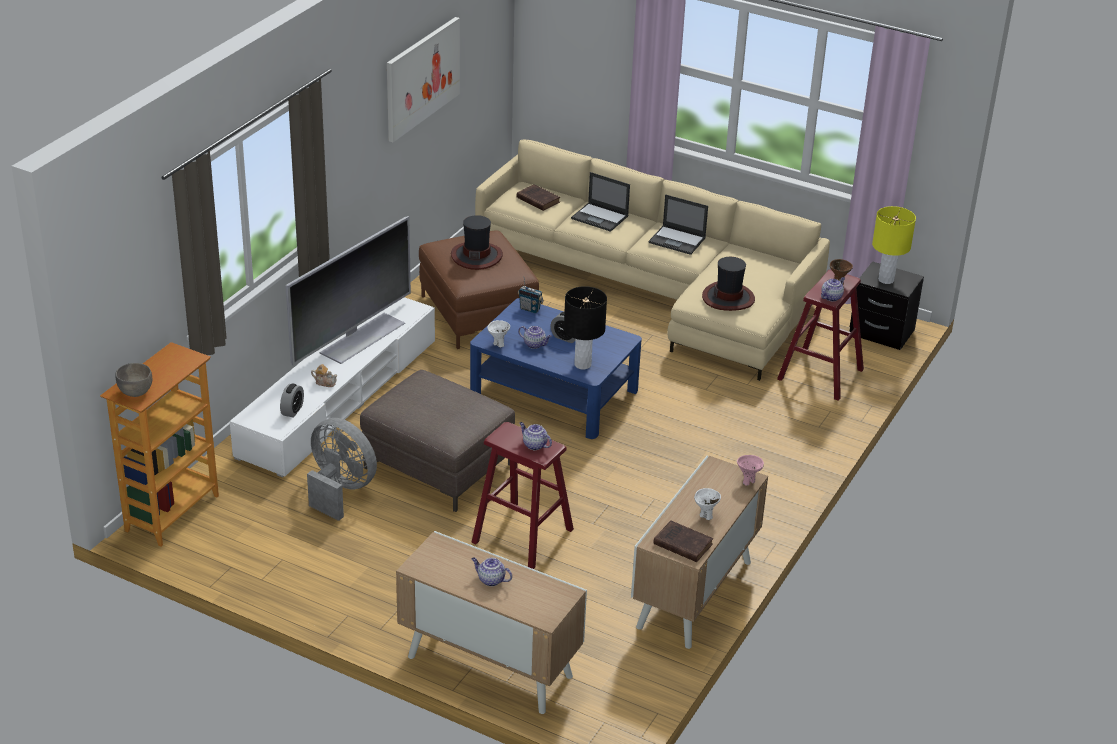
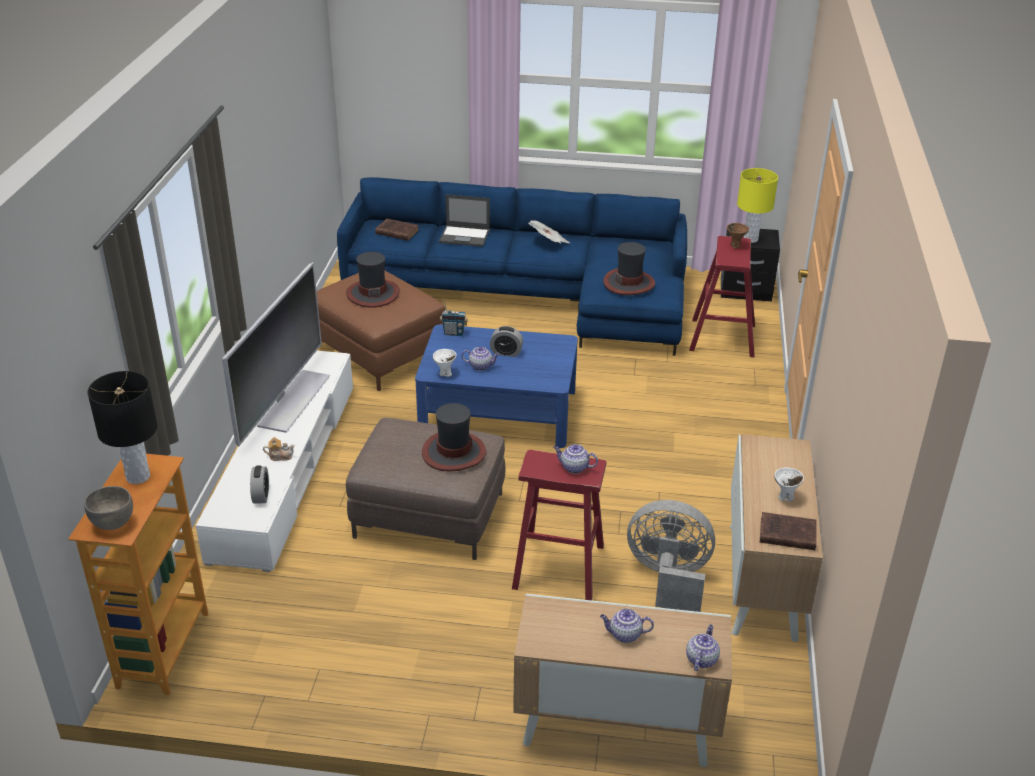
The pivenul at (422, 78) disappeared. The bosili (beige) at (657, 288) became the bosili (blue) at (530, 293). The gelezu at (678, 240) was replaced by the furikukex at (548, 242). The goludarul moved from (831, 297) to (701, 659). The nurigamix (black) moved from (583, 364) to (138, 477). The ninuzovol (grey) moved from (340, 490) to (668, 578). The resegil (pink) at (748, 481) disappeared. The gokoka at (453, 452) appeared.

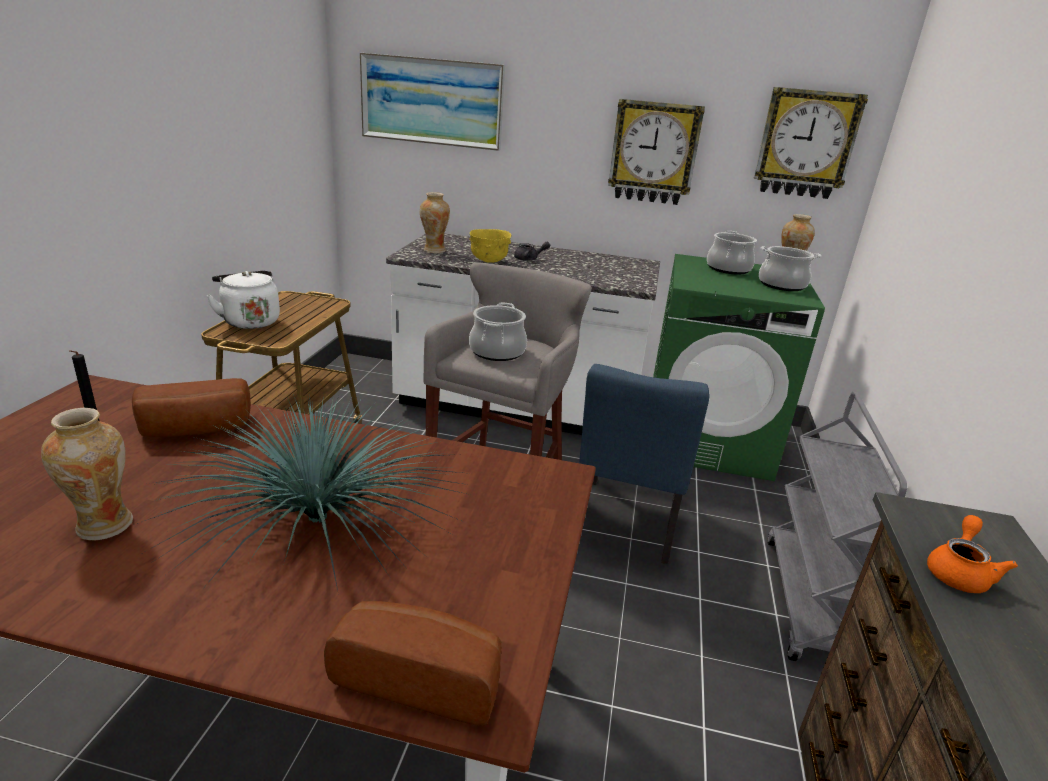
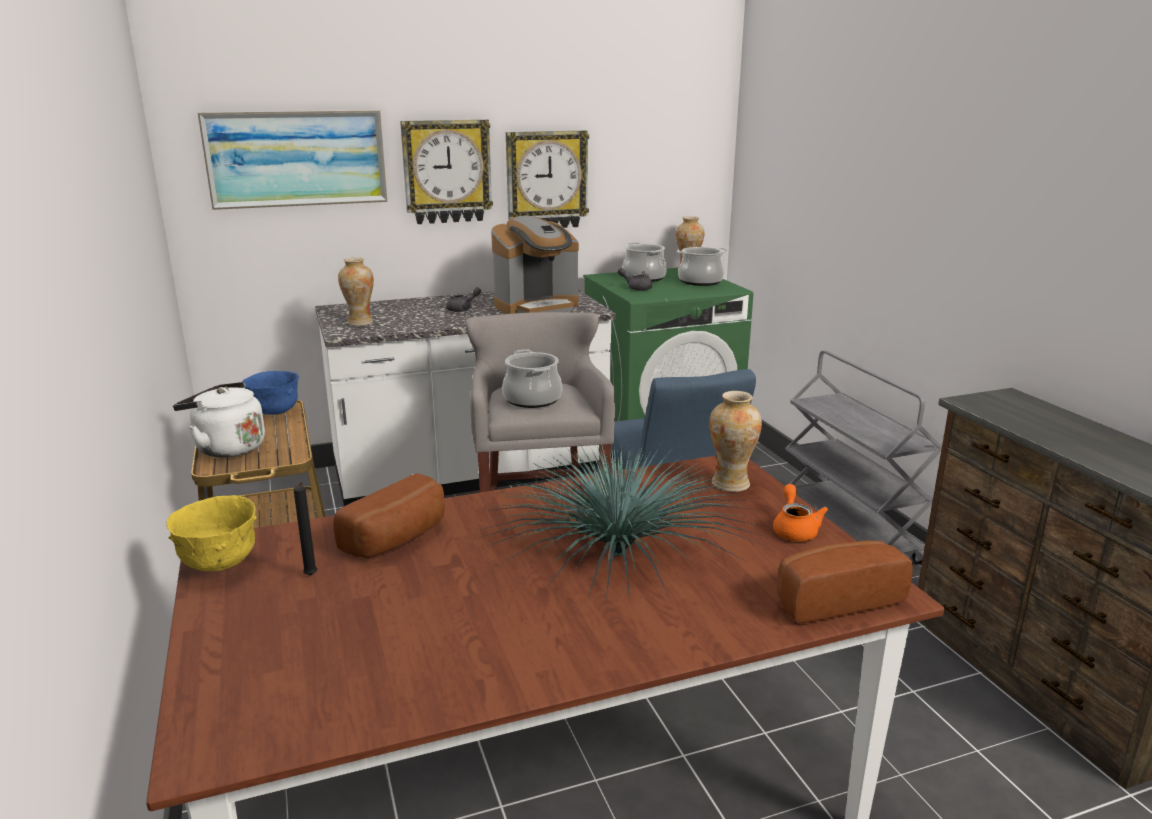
The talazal moved from (806, 144) to (447, 171). The resegil (yellow) moved from (489, 261) to (220, 564). The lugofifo moved from (104, 525) to (730, 484). The goludarul (orange) moved from (959, 572) to (795, 529). The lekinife at (537, 307) appeared. The goludarul (grey) at (636, 288) appeared. The resegil (blue) at (275, 412) appeared.

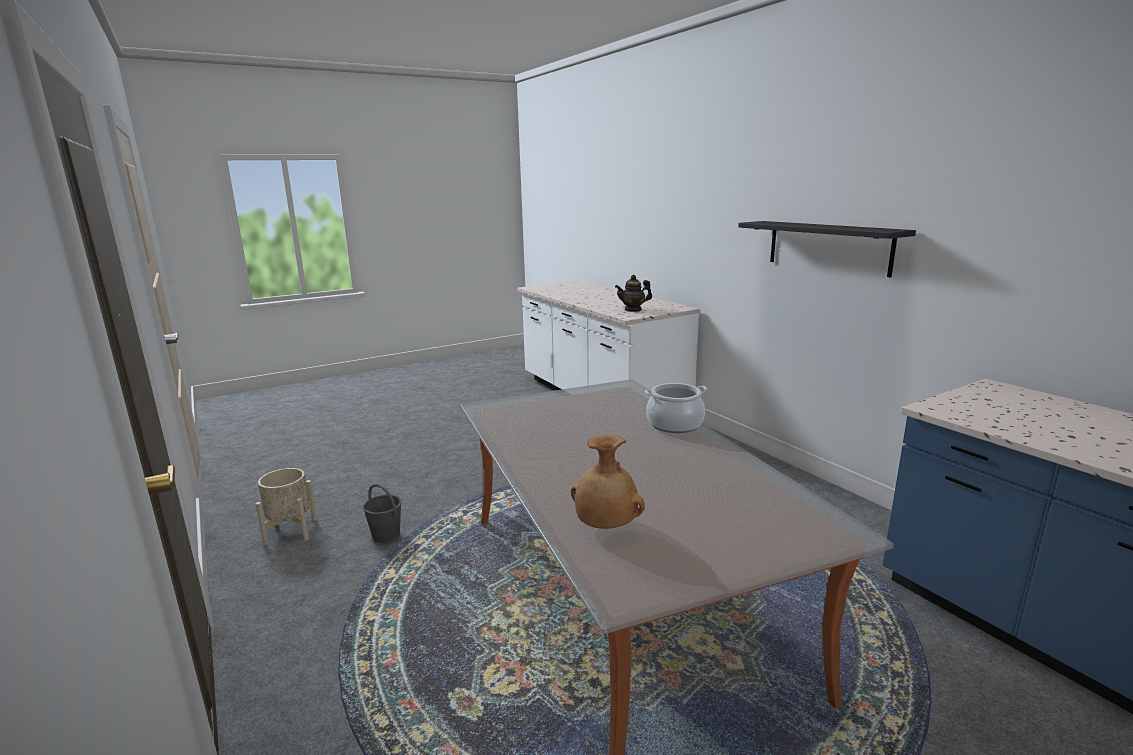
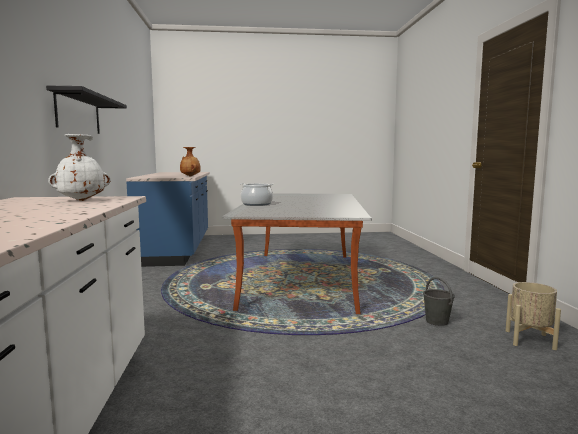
The goludarul at (633, 310) was replaced by the lugofifo (white) at (81, 200). The lugofifo (brown) moved from (605, 525) to (190, 176).

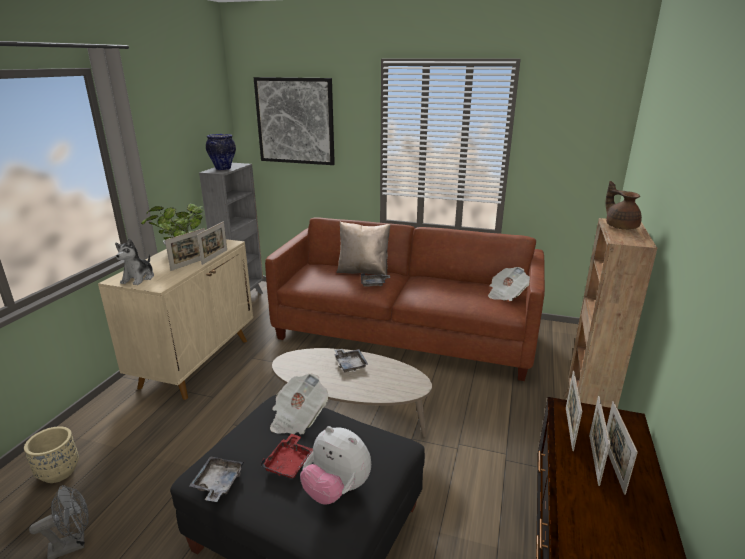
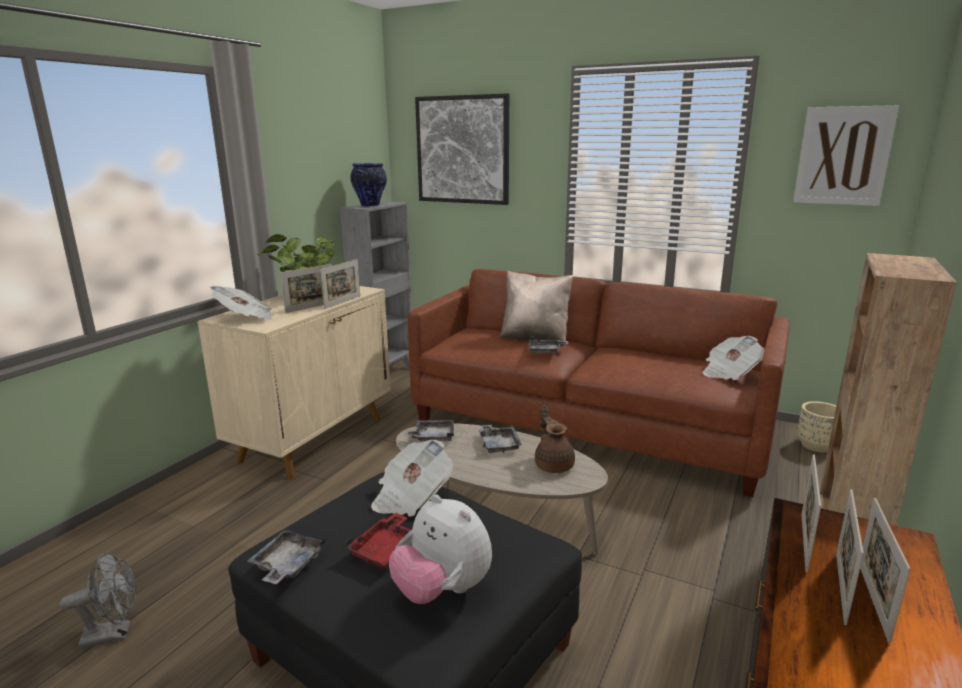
The goludarul (brown) moved from (620, 226) to (553, 465). The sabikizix at (139, 278) was replaced by the furikukex at (245, 318). The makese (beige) moved from (59, 472) to (816, 446). The pivenul at (843, 156) appeared. The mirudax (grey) at (432, 437) appeared.

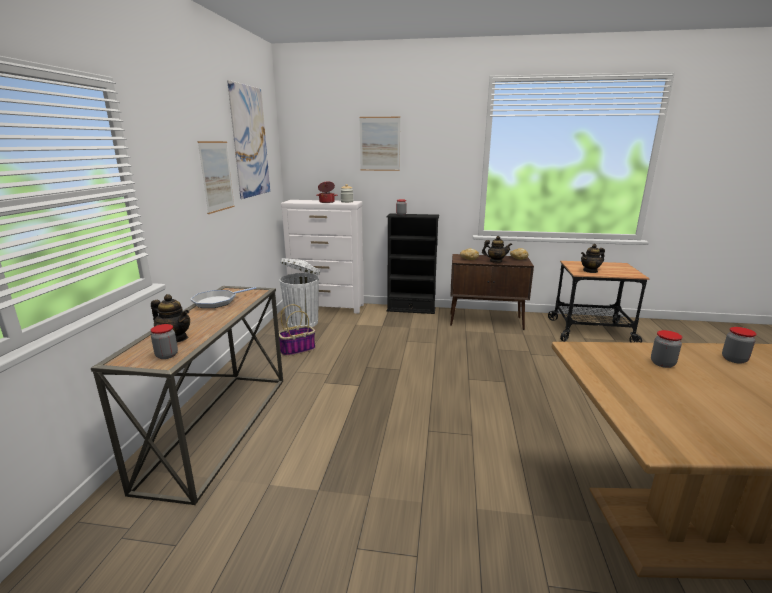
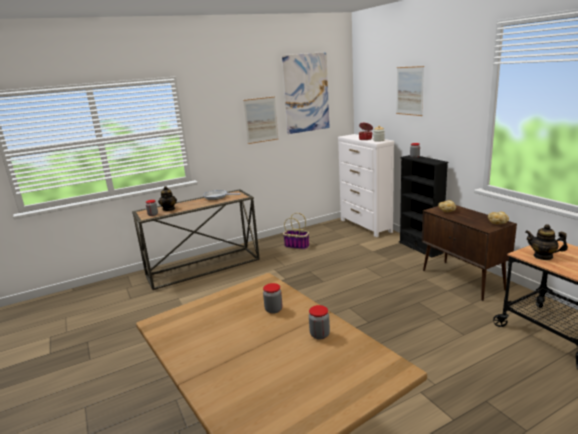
The goludarul at (495, 261) disappeared. The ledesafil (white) at (303, 322) disappeared.

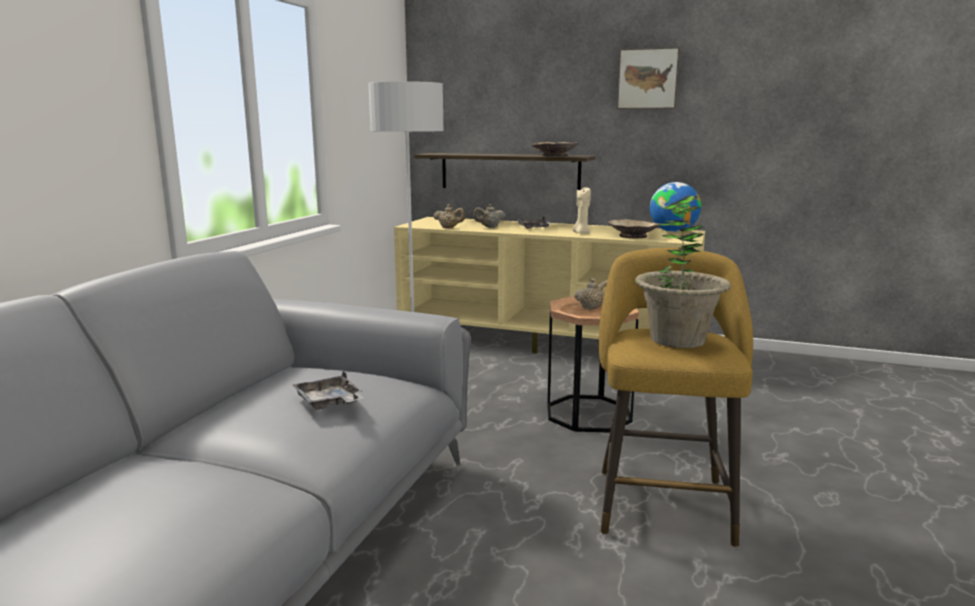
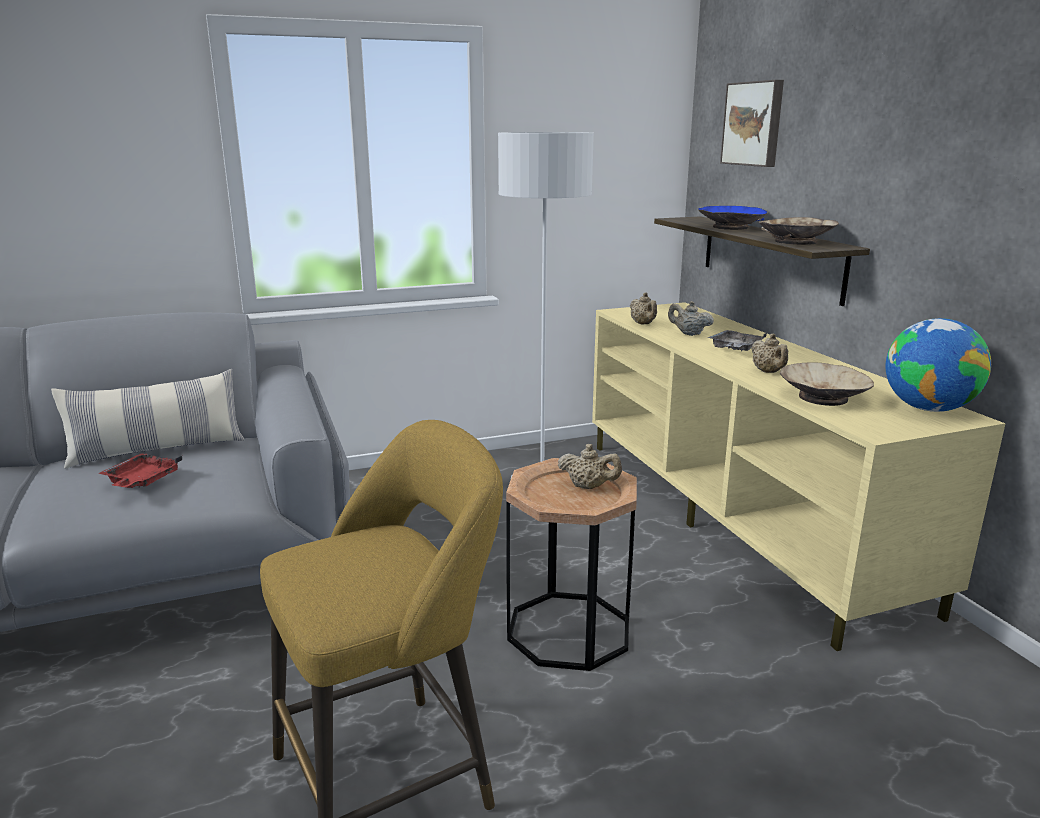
The pivenul moved from (648, 79) to (754, 124). The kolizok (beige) at (581, 233) was replaced by the goludarul (beige) at (768, 372). The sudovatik at (677, 339) disappeared. The mirudax (grey) at (329, 402) became the mirudax (red) at (141, 481). The resegil (blue) at (730, 227) appeared. The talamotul at (157, 450) appeared.

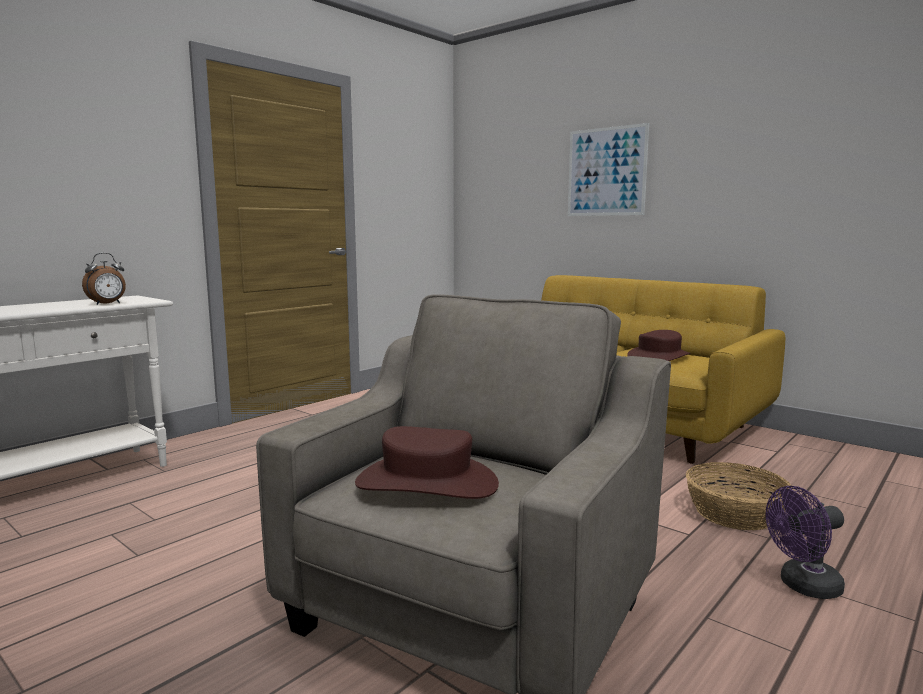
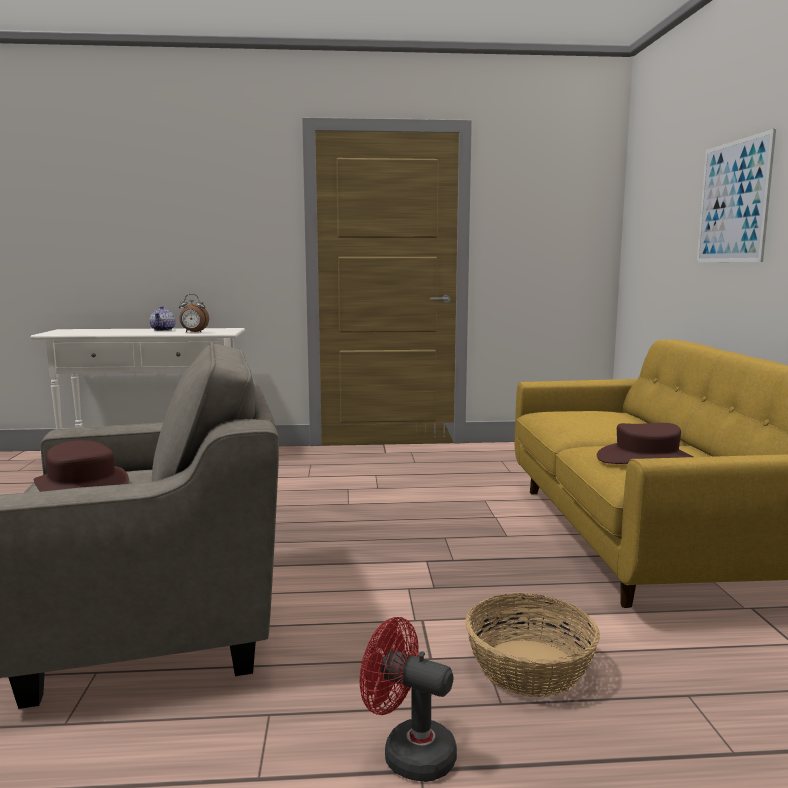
The ninuzovol (purple) at (803, 586) became the ninuzovol (red) at (408, 753). The goludarul at (163, 330) appeared.

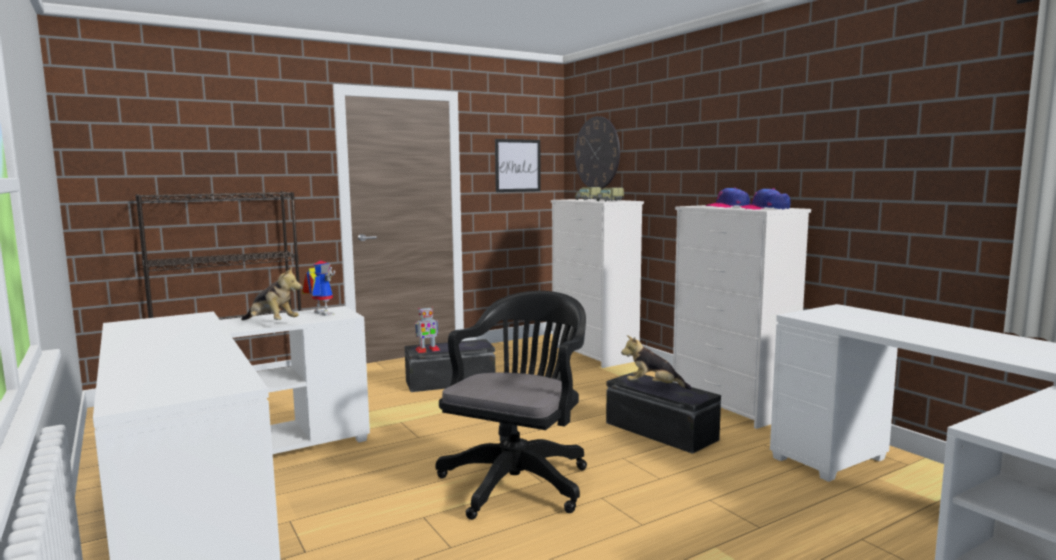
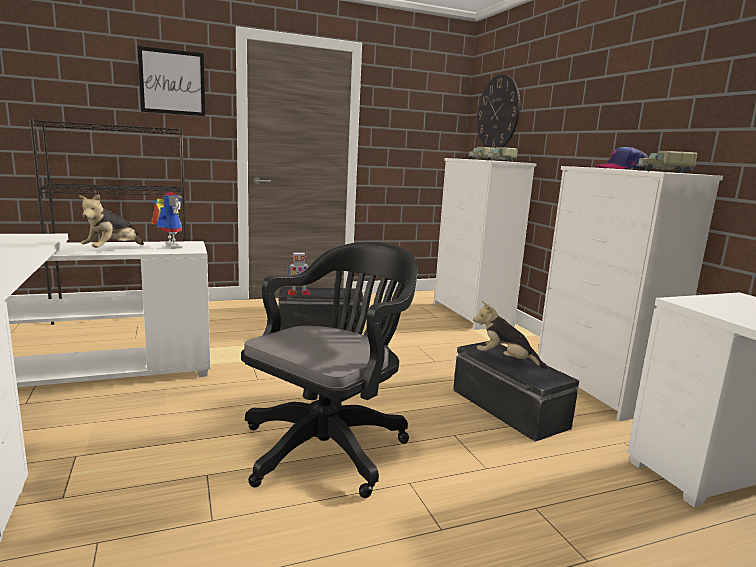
The pivenul moved from (517, 165) to (172, 82). The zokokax at (765, 209) was replaced by the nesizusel at (664, 172). The sabikizix at (271, 323) turned 75 degrees clockwise.

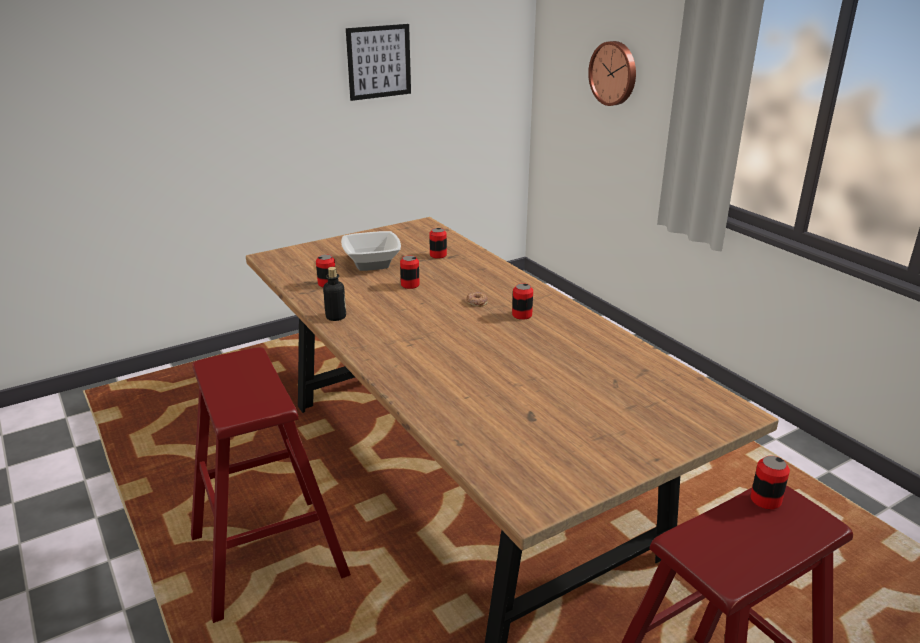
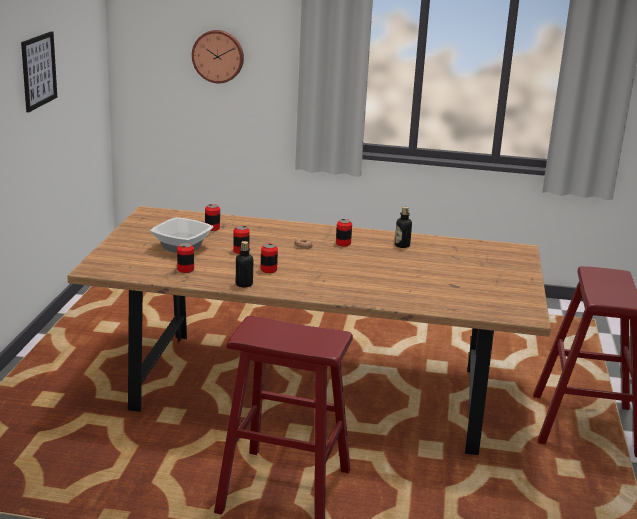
The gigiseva moved from (765, 500) to (268, 270). The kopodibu at (402, 245) appeared.

